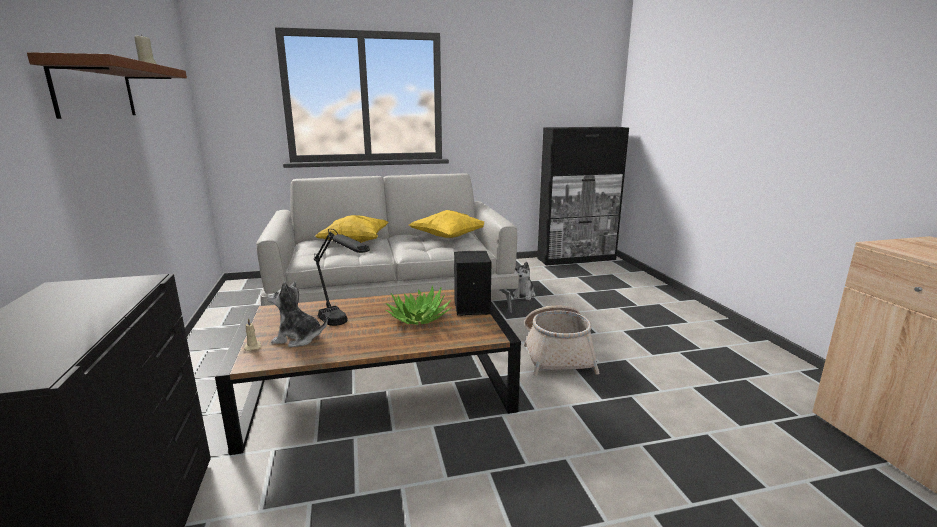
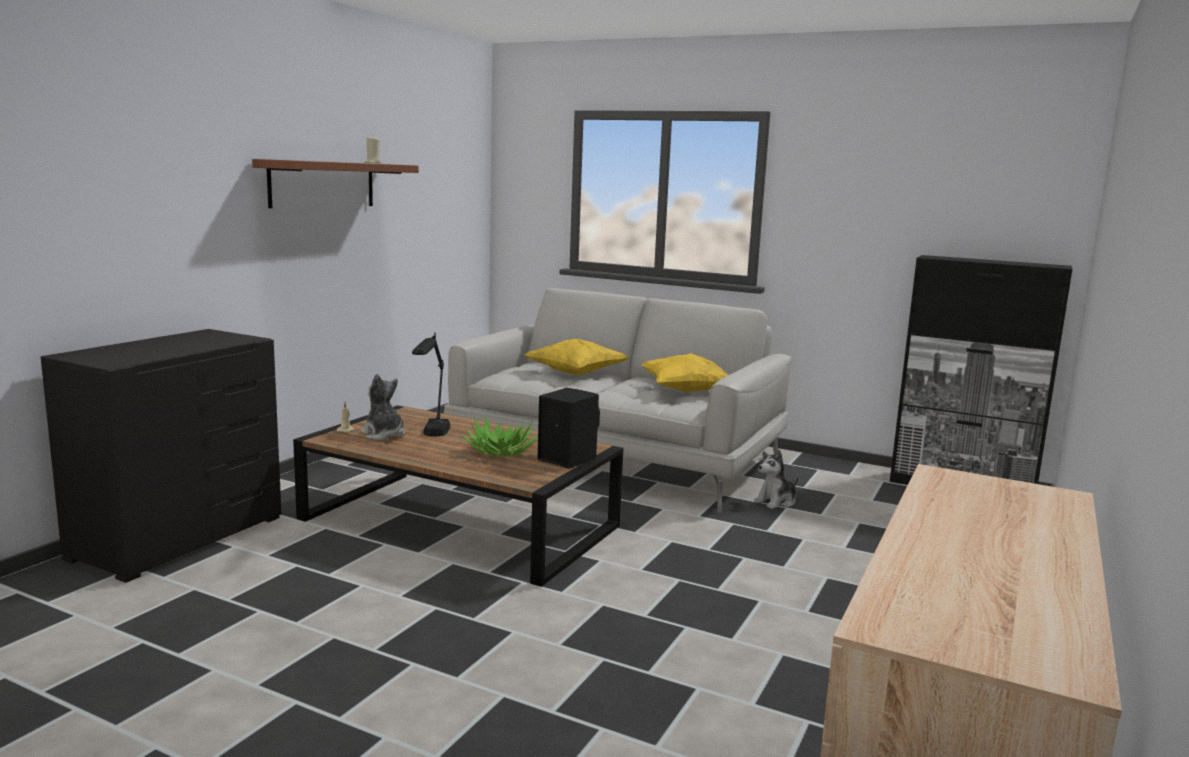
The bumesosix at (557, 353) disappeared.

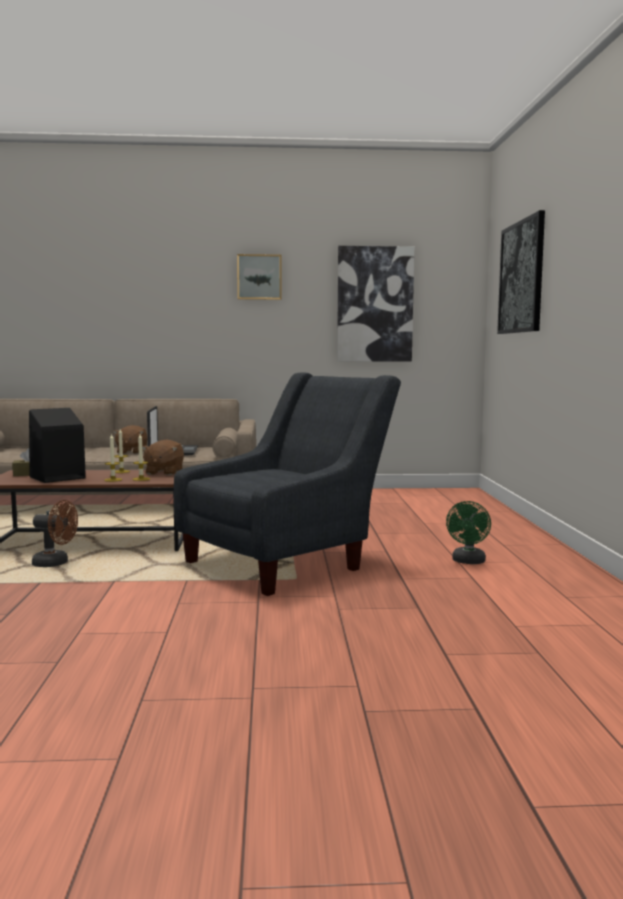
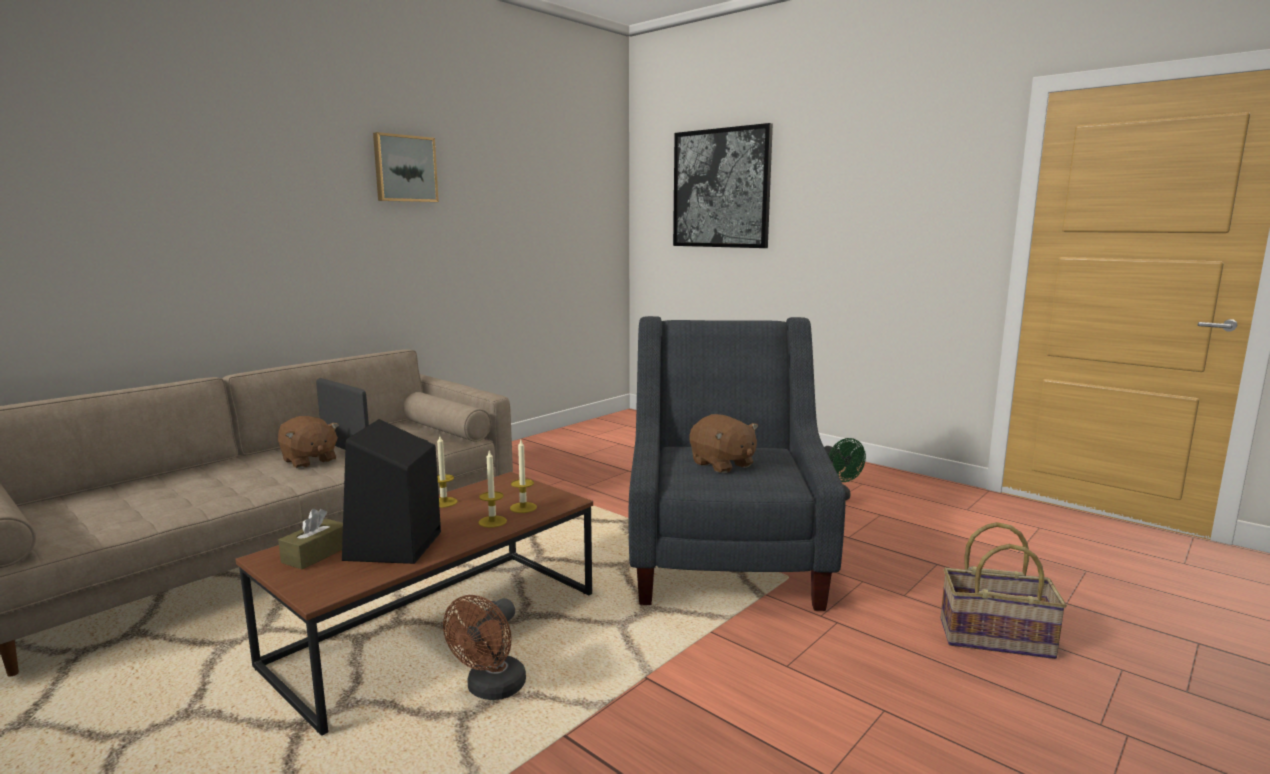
The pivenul at (375, 304) disappeared. The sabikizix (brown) moved from (164, 472) to (722, 464). The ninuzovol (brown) at (56, 563) turned 150 degrees clockwise. The bumesosix at (995, 637) appeared.

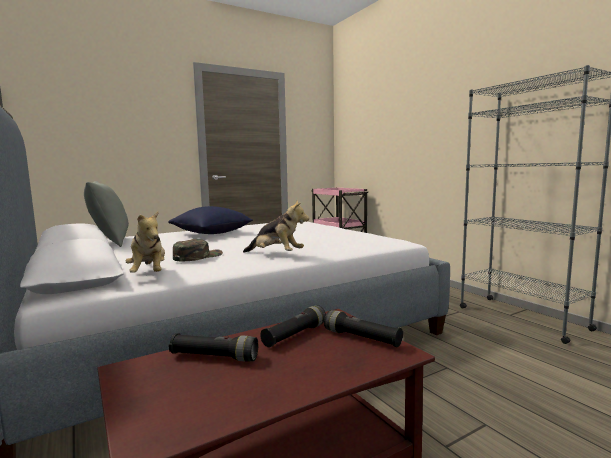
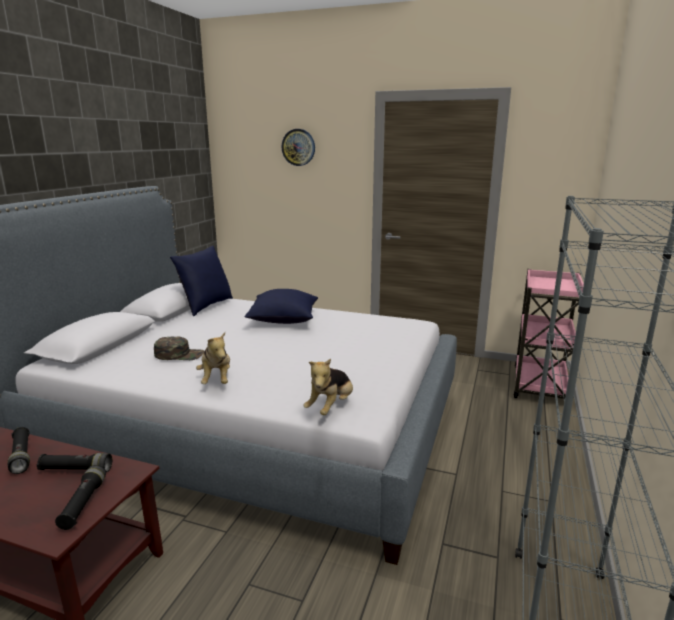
The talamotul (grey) at (110, 242) became the talamotul (blue) at (205, 306). The sabikizix moved from (149, 274) to (331, 407). The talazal at (298, 147) appeared.

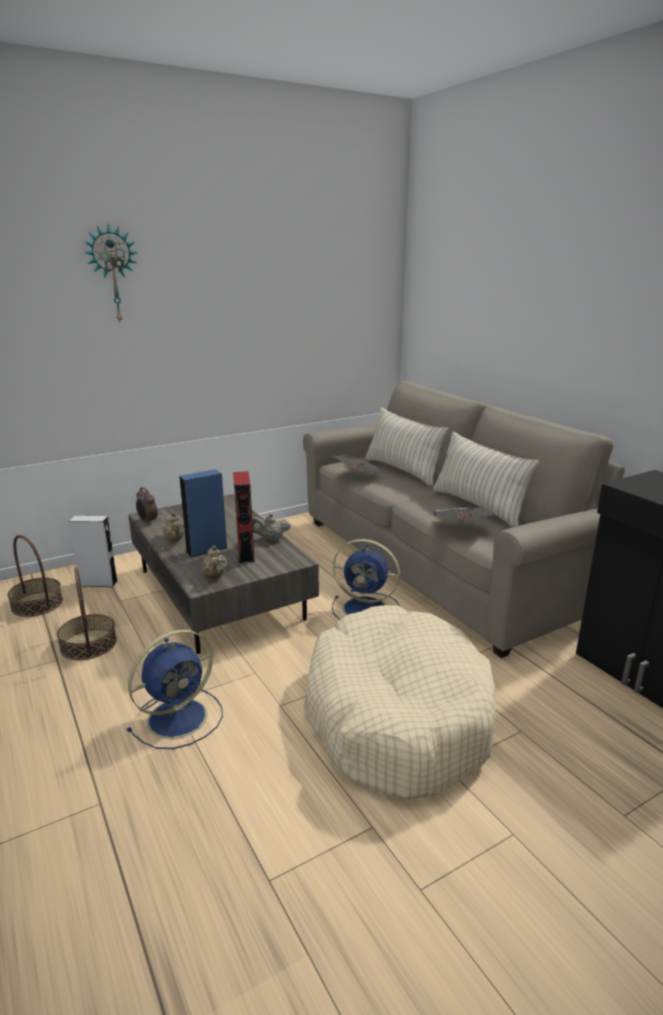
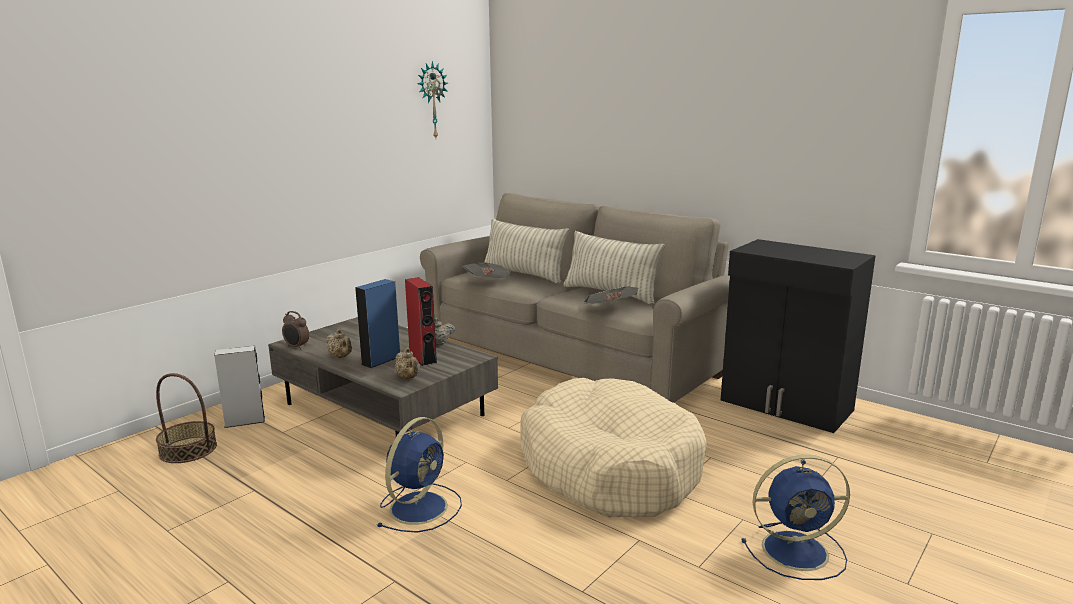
The talazal moved from (113, 274) to (431, 100). The ninuzovol (blue) moved from (367, 609) to (798, 550). The bumesosix at (89, 644) disappeared.

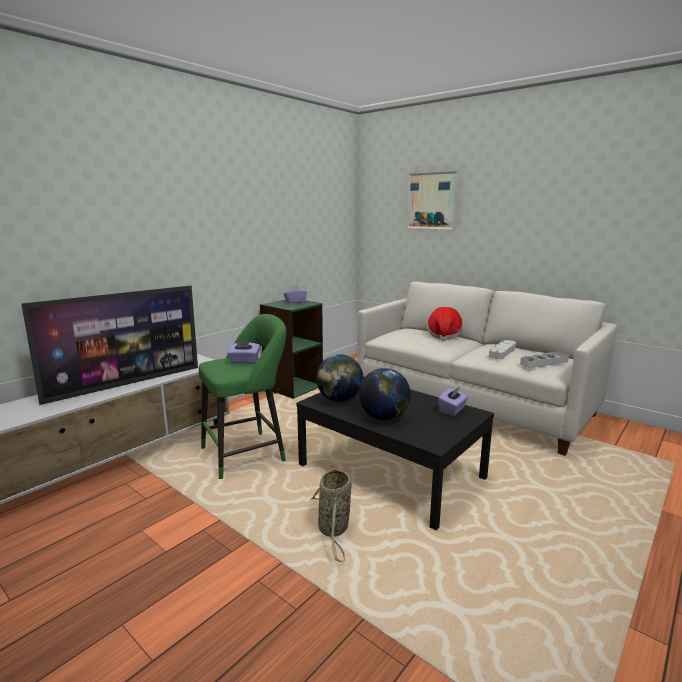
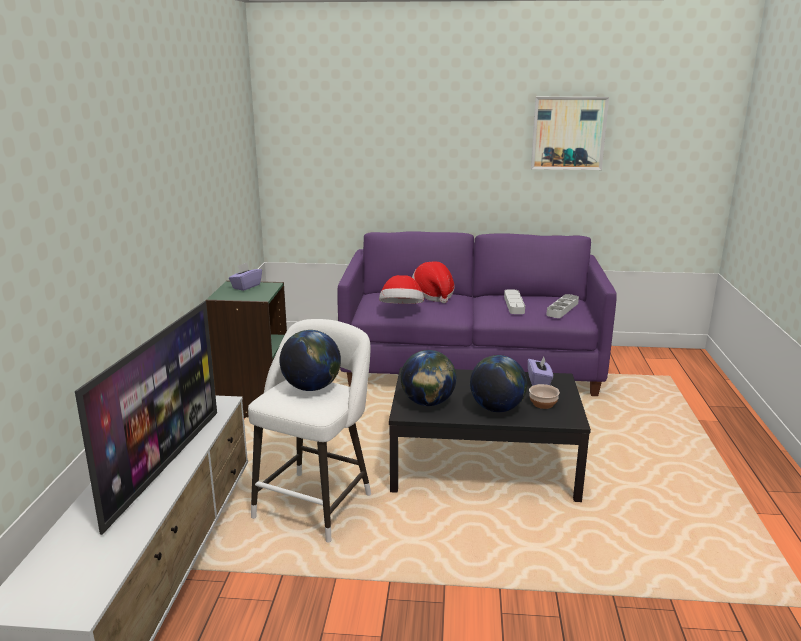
The pivenul moved from (432, 201) to (568, 133). The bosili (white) at (472, 403) became the bosili (purple) at (470, 366). The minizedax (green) at (248, 453) became the minizedax (white) at (316, 502). The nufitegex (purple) at (244, 361) was replaced by the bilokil at (311, 388). The bumesosix at (334, 530) disappeared. The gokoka at (401, 310) appeared. The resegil at (543, 403) appeared.

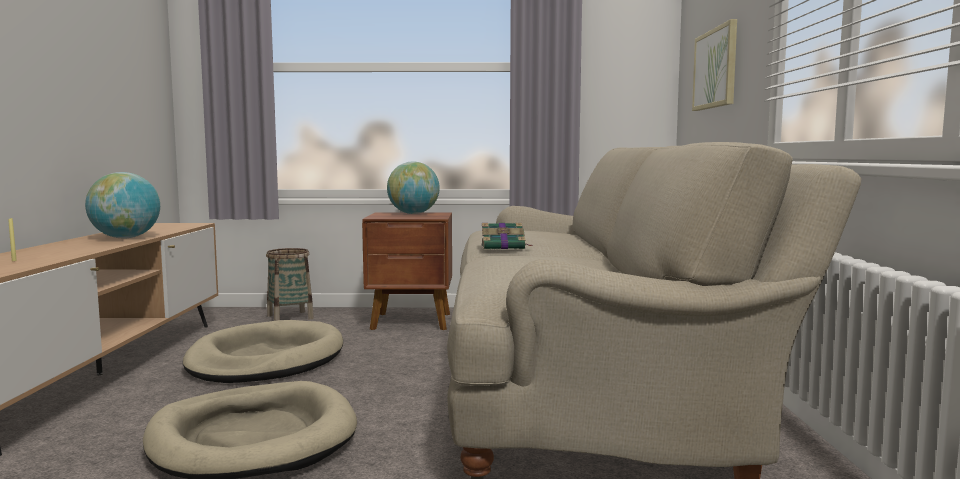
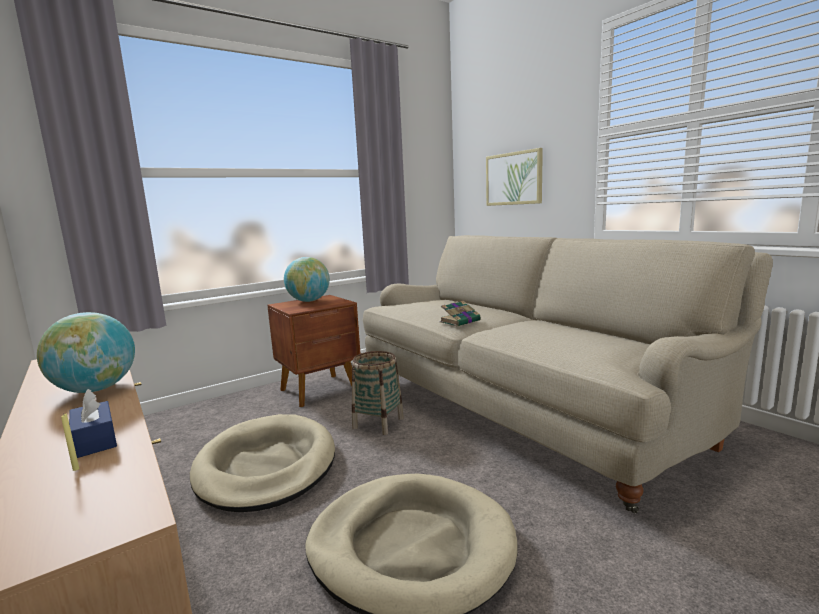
The bumesosix moved from (290, 317) to (378, 423). The nufitegex (blue) at (95, 440) appeared.

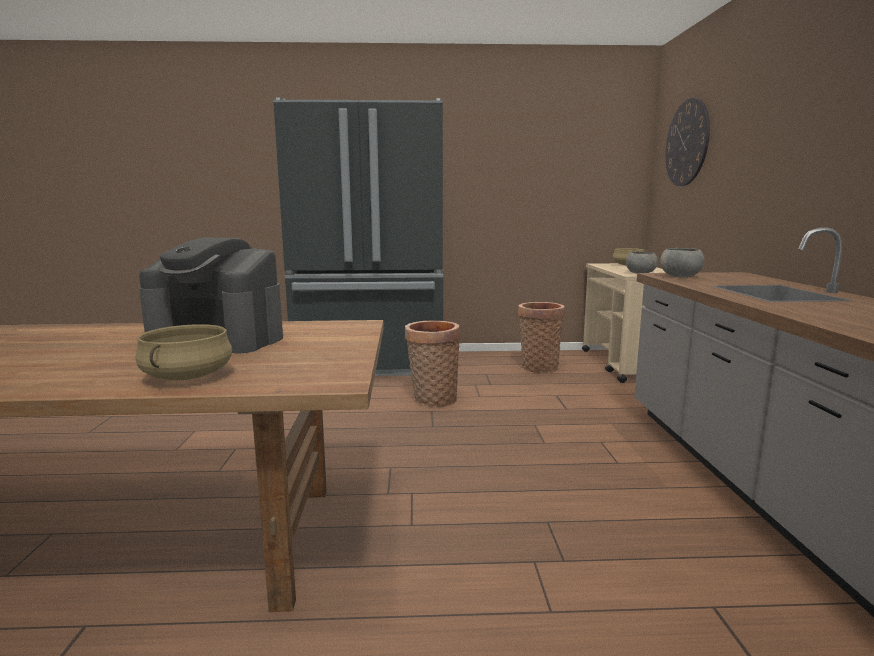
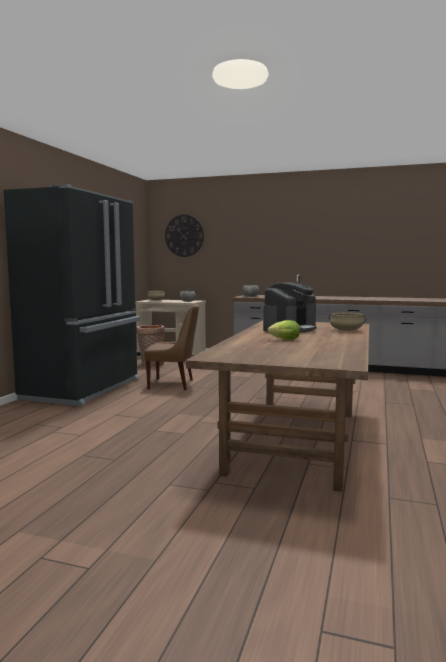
The bumesosix at (432, 399) was replaced by the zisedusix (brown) at (173, 384). The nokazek at (283, 340) appeared.

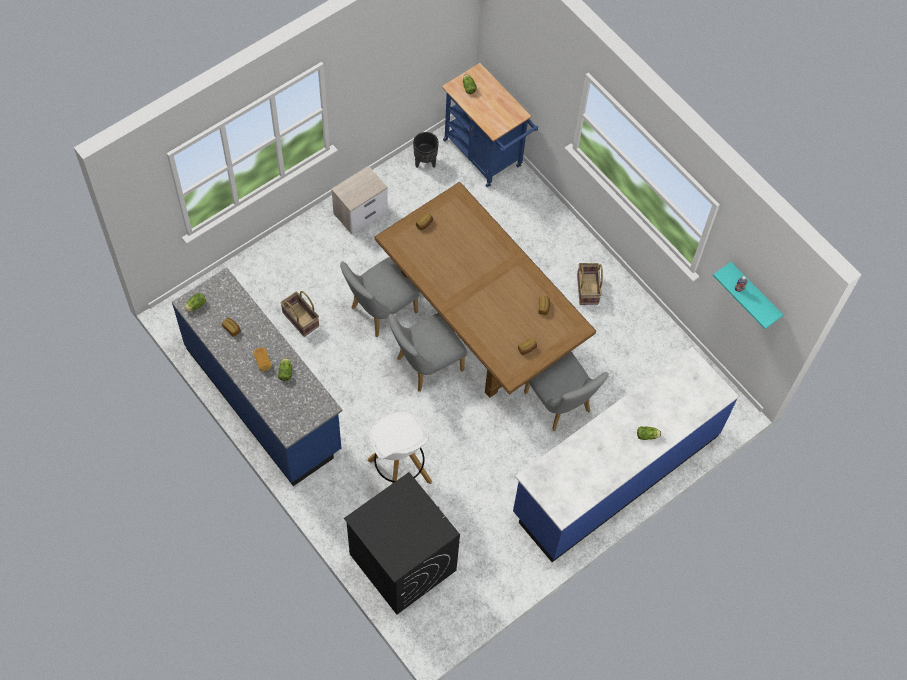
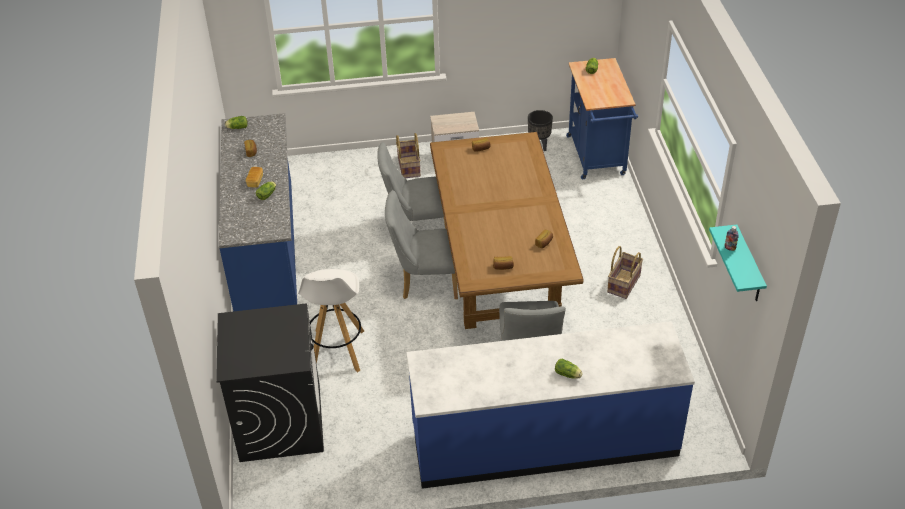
The bumesosix moved from (300, 319) to (408, 167).

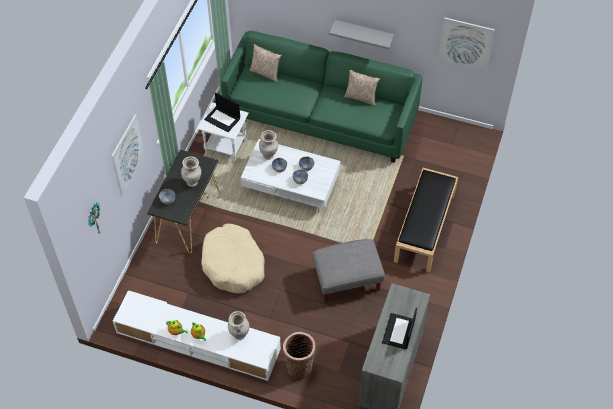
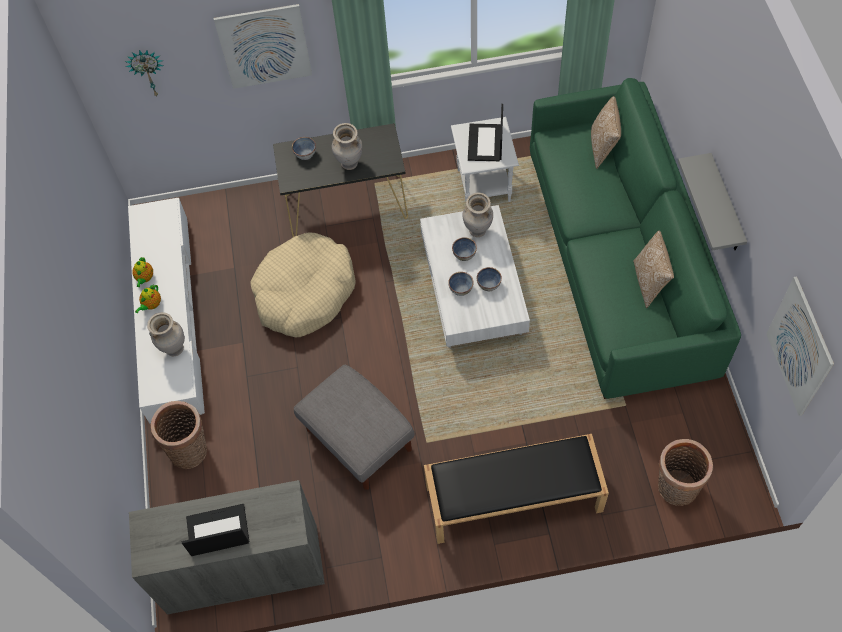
The bumesosix at (675, 489) appeared.

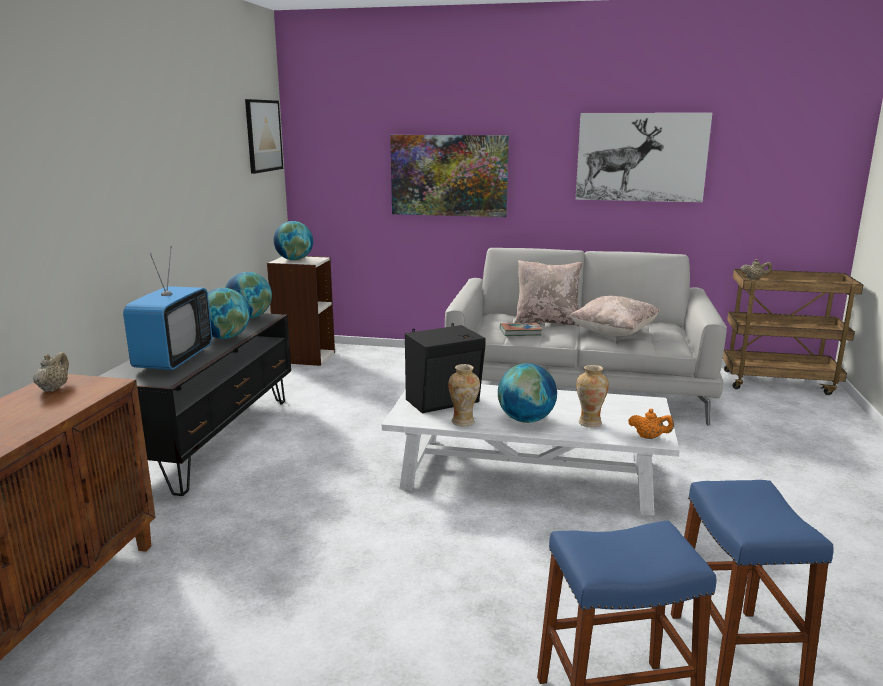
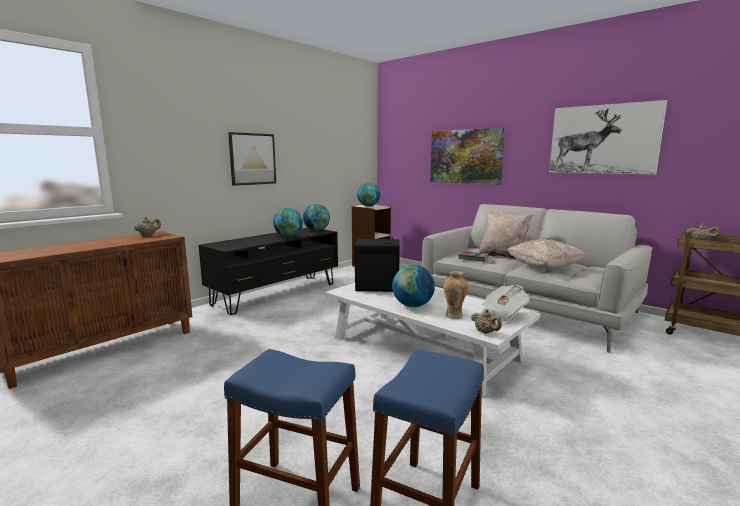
The pivenul moved from (263, 136) to (252, 159). The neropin at (174, 359) disappeared. The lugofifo at (463, 422) disappeared. The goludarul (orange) at (649, 437) became the goludarul (beige) at (485, 332). The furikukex at (501, 315) appeared.

